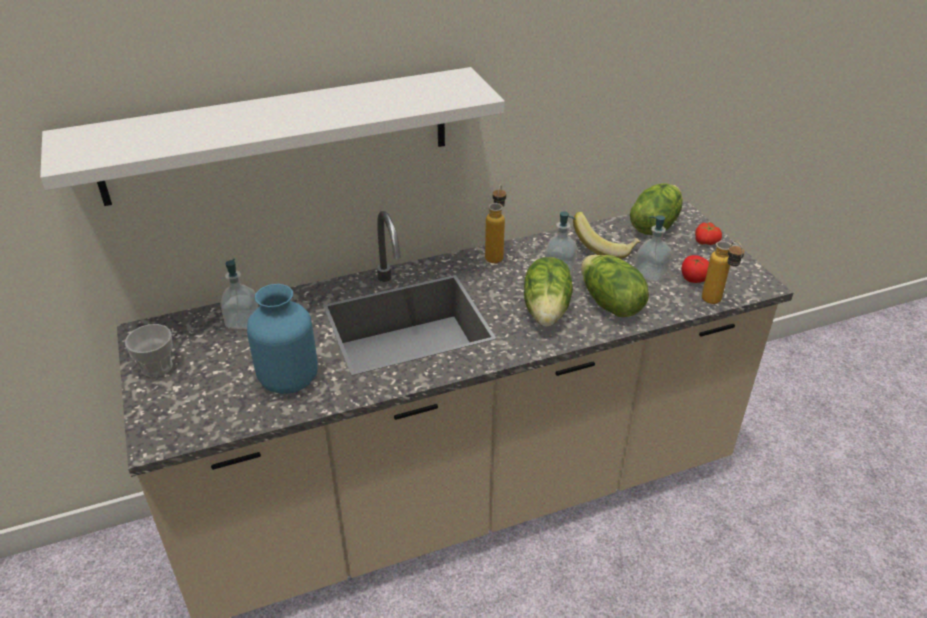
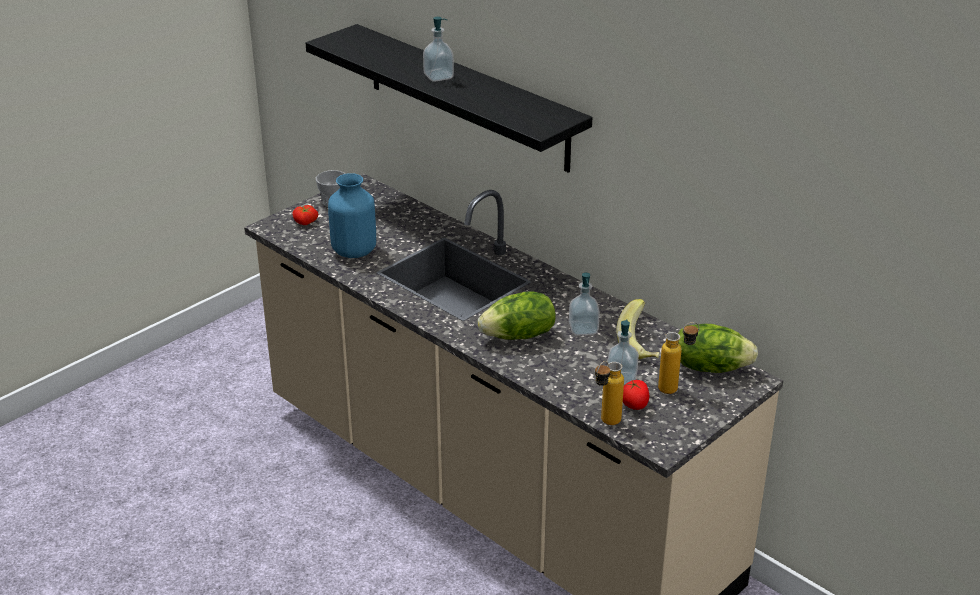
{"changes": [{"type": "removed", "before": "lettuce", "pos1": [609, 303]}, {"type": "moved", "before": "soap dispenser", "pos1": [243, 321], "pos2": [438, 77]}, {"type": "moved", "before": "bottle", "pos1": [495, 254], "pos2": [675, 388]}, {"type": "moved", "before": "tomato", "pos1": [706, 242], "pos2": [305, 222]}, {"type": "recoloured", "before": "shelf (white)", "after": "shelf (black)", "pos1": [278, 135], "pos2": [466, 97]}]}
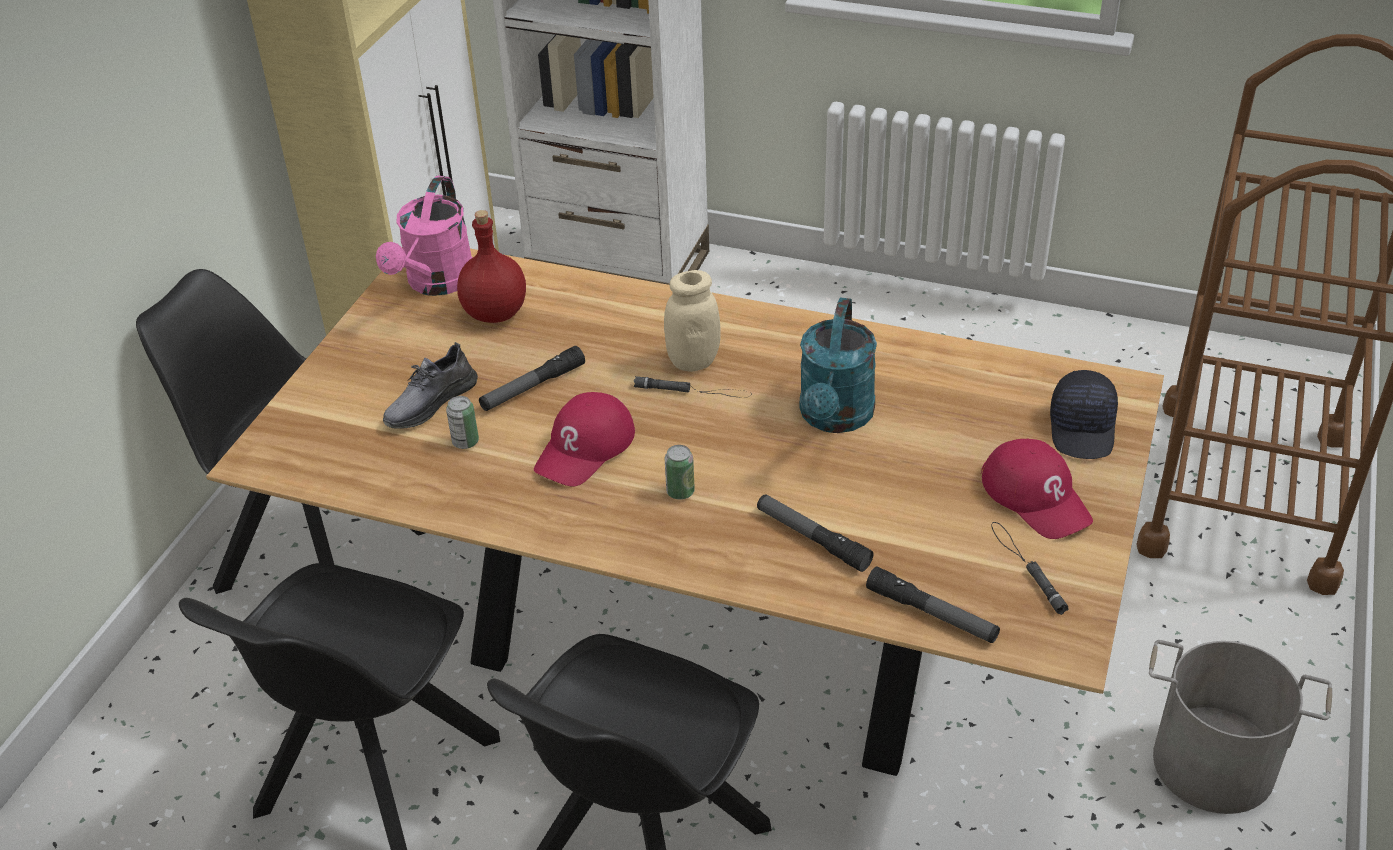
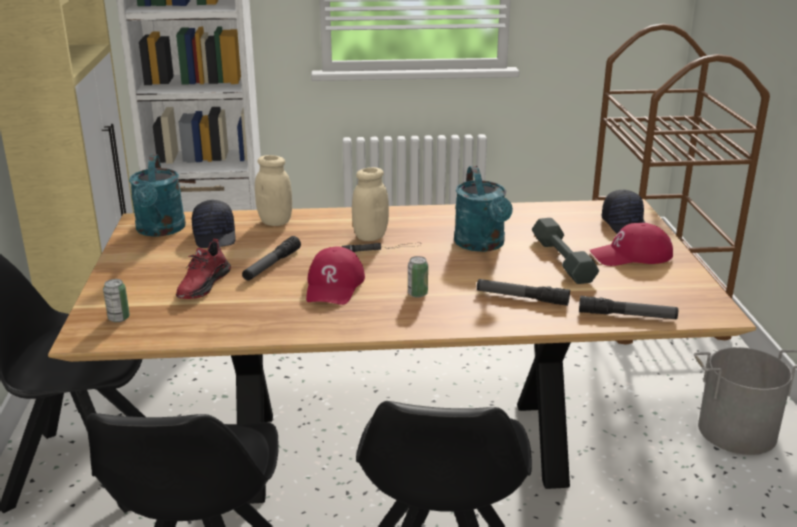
{"changes": [{"type": "removed", "before": "flashlight (black)", "pos1": [1026, 567]}, {"type": "added", "after": "jar (beige)", "pos2": [275, 222]}, {"type": "added", "after": "dumbbell (grey)", "pos2": [562, 260]}, {"type": "moved", "before": "can", "pos1": [465, 442], "pos2": [119, 318]}, {"type": "replaced", "before": "bottle (red)", "after": "cap (black)", "pos1": [496, 312], "pos2": [215, 236]}, {"type": "recoloured", "before": "watering can (pink)", "after": "watering can (turquoise)", "pos1": [436, 284], "pos2": [160, 230]}, {"type": "recoloured", "before": "shoe (grey)", "after": "shoe (red)", "pos1": [430, 403], "pos2": [203, 285]}, {"type": "turned", "before": "cap (red)", "pos1": [1036, 496], "pos2": [631, 256], "turn": 135}]}
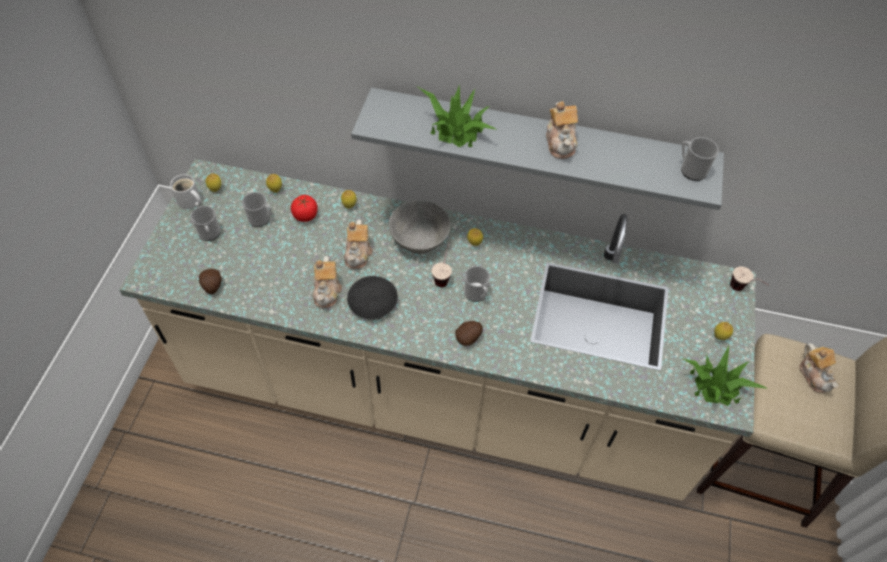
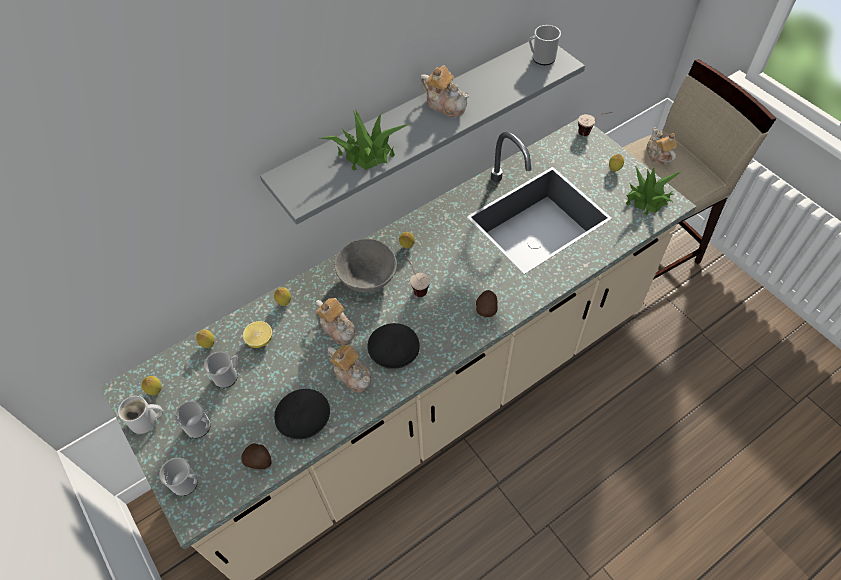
{"changes": [{"type": "added", "after": "plate (black)", "pos2": [302, 417]}, {"type": "moved", "before": "mug", "pos1": [477, 294], "pos2": [188, 483]}, {"type": "replaced", "before": "tomato", "after": "lemon", "pos1": [305, 215], "pos2": [260, 340]}, {"type": "turned", "before": "teapot", "pos1": [814, 375], "pos2": [658, 155], "turn": -135}]}
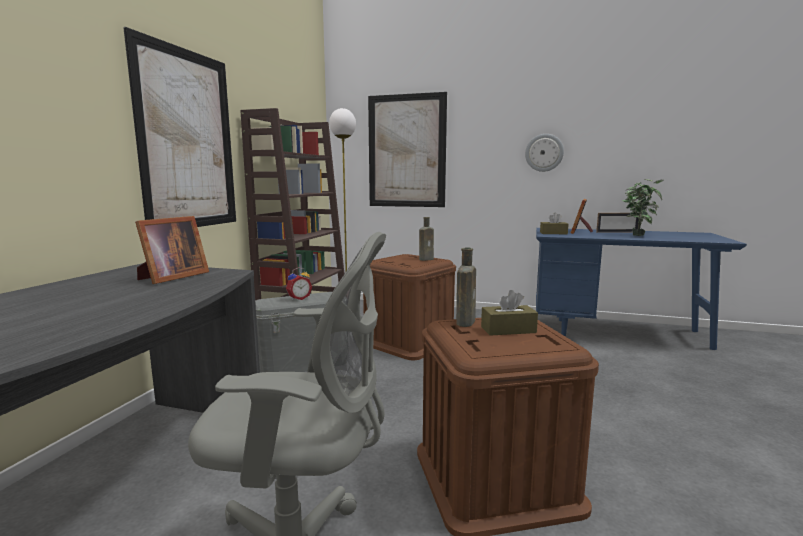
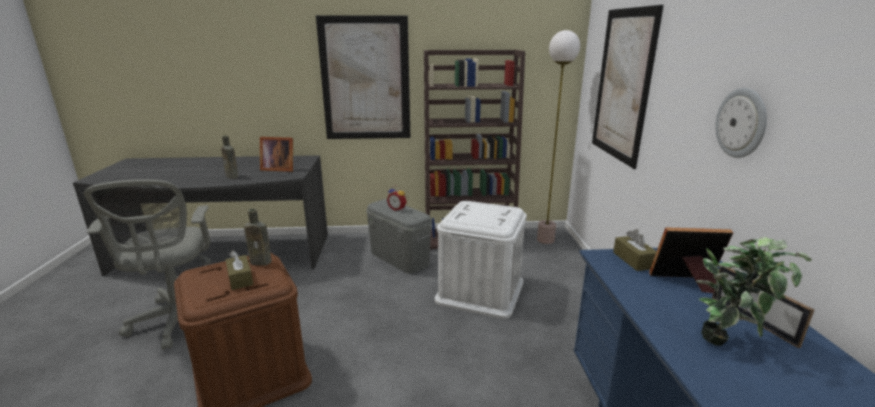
{"changes": [{"type": "moved", "before": "bottle (brown)", "pos1": [427, 259], "pos2": [232, 177]}, {"type": "recoloured", "before": "storage box (brown)", "after": "storage box (white)", "pos1": [408, 341], "pos2": [480, 291]}]}
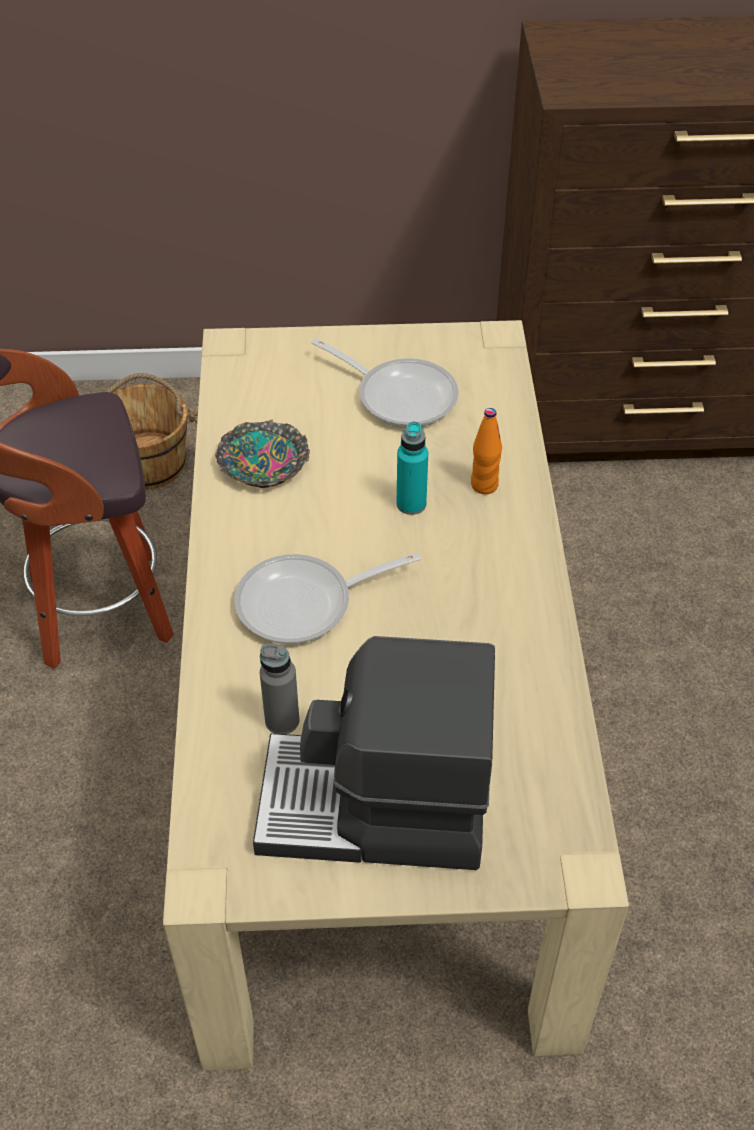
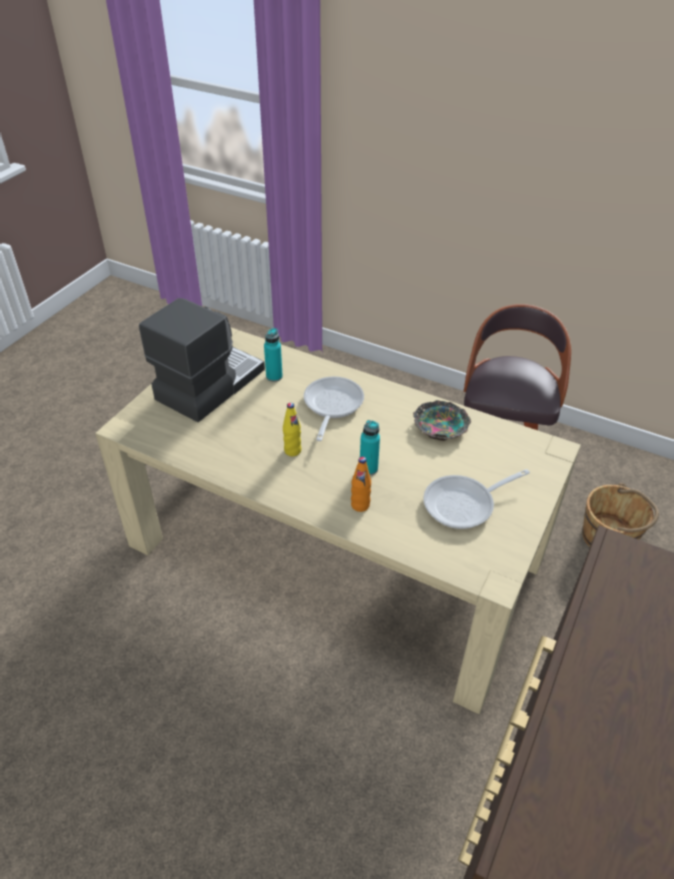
{"changes": [{"type": "added", "after": "bottle (yellow)", "pos2": [292, 451]}, {"type": "recoloured", "before": "bottle (grey)", "after": "bottle (turquoise)", "pos1": [282, 720], "pos2": [274, 376]}]}
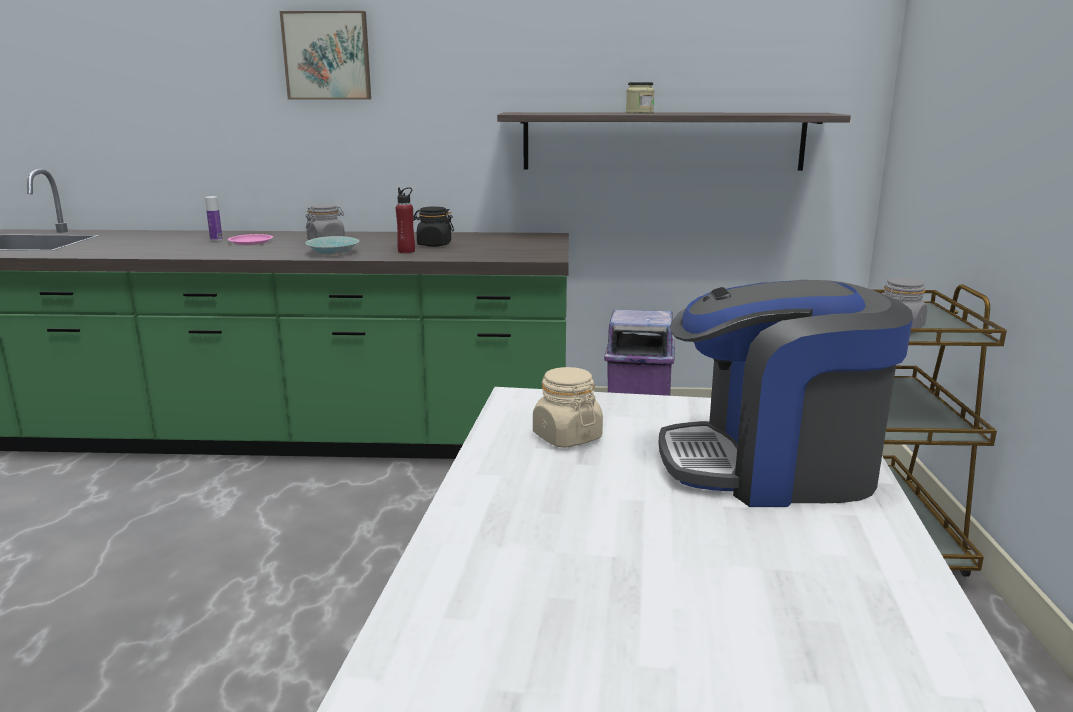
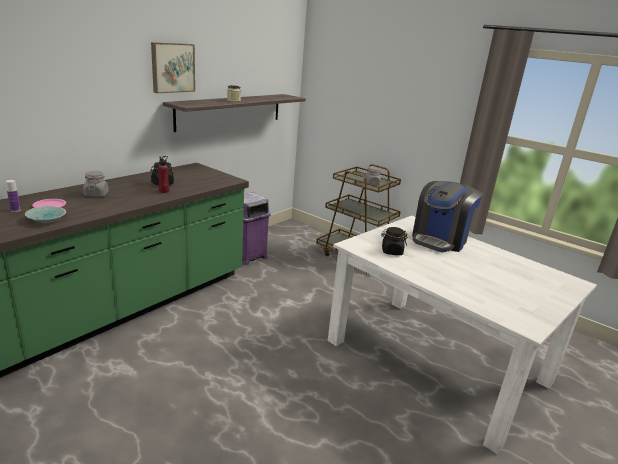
{"changes": [{"type": "moved", "before": "picture", "pos1": [327, 56], "pos2": [172, 67]}, {"type": "moved", "before": "bowl (turquoise)", "pos1": [335, 253], "pos2": [48, 219]}, {"type": "recoloured", "before": "jar (beige)", "after": "jar (black)", "pos1": [566, 437], "pos2": [391, 251]}]}
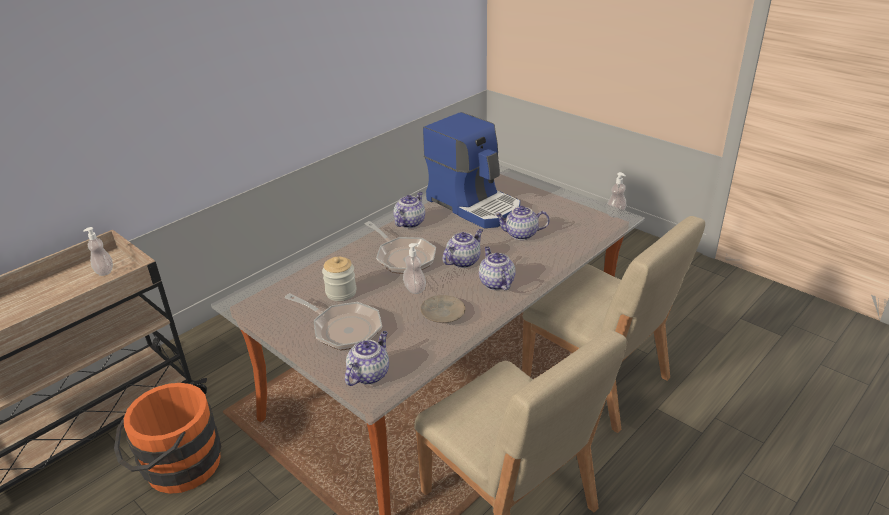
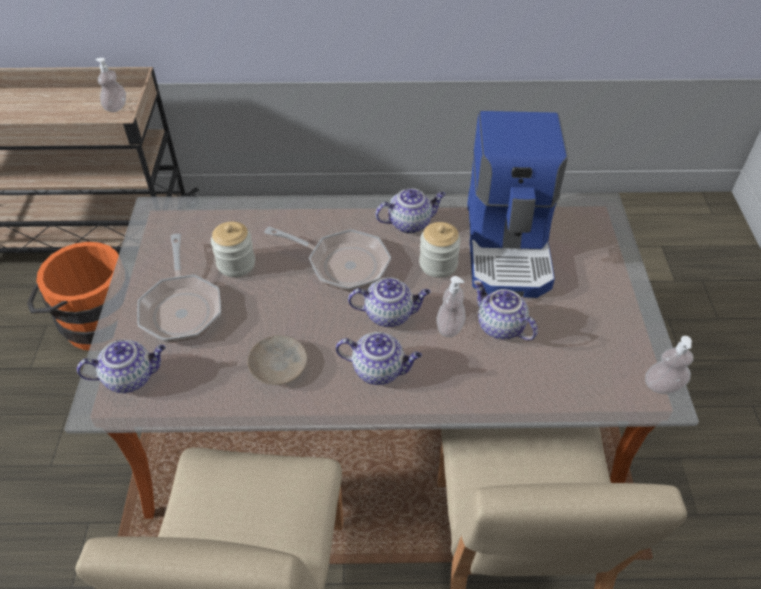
{"changes": [{"type": "added", "after": "jar", "pos2": [438, 264]}, {"type": "moved", "before": "soap dispenser", "pos1": [414, 289], "pos2": [450, 327]}, {"type": "turned", "before": "frying pan", "pos1": [403, 257], "pos2": [342, 264], "turn": -75}, {"type": "turned", "before": "teapot", "pos1": [496, 283], "pos2": [379, 370], "turn": 75}]}
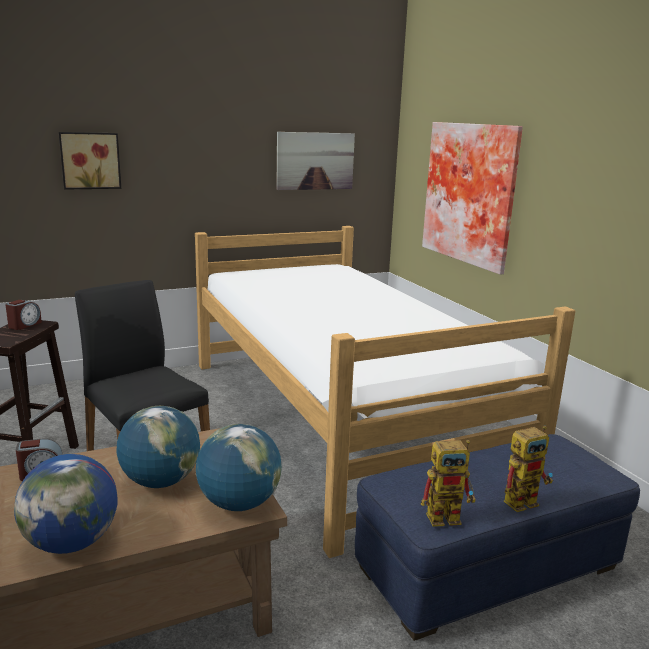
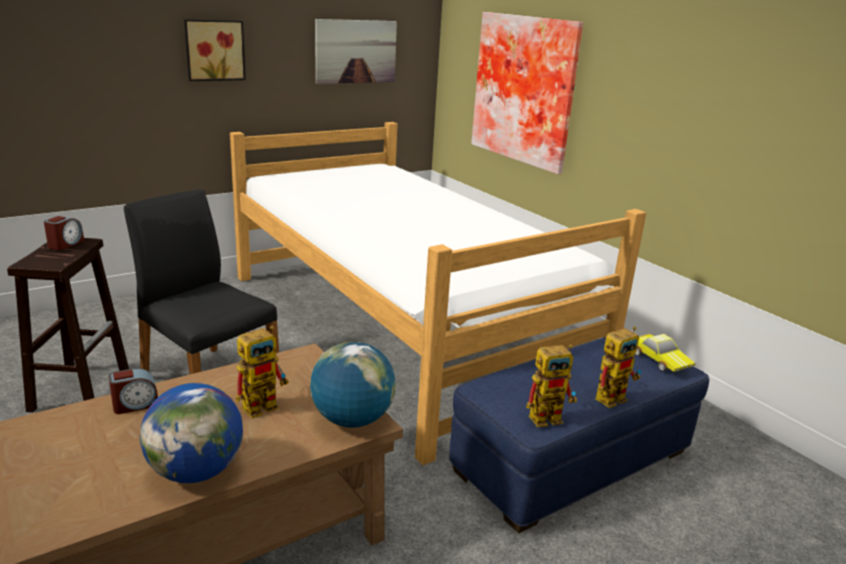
{"changes": [{"type": "added", "after": "toy car", "pos2": [660, 359]}, {"type": "moved", "before": "picture", "pos1": [90, 160], "pos2": [214, 50]}, {"type": "replaced", "before": "globe", "after": "toy robot", "pos1": [160, 482], "pos2": [265, 404]}]}
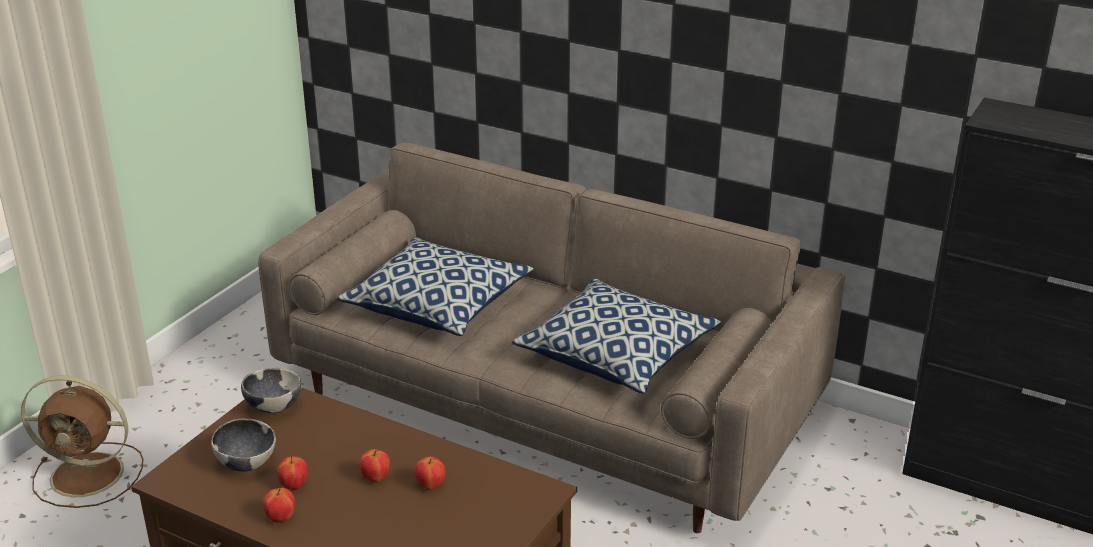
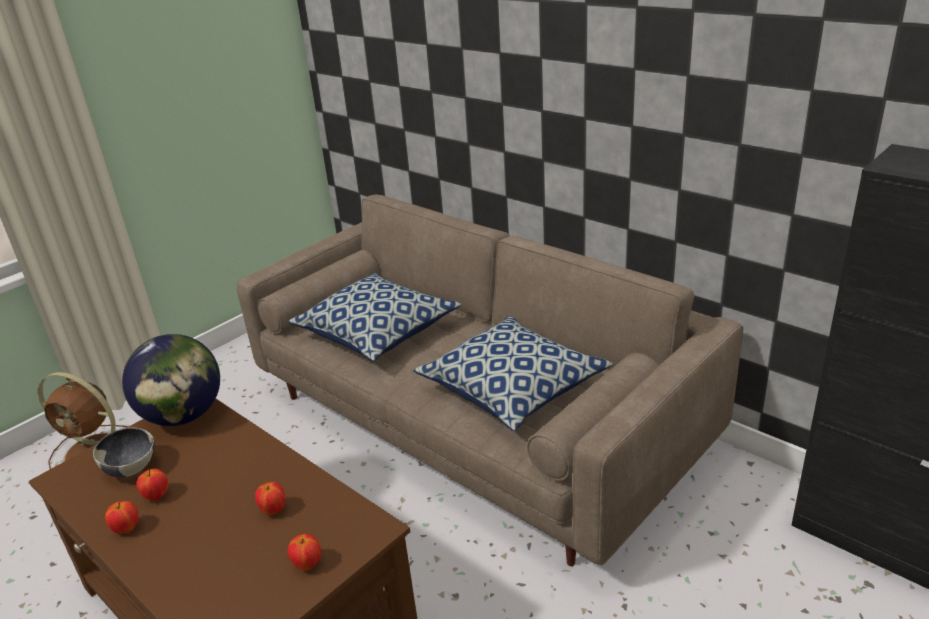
{"changes": [{"type": "moved", "before": "apple", "pos1": [376, 478], "pos2": [307, 564]}, {"type": "replaced", "before": "bowl", "after": "globe", "pos1": [273, 407], "pos2": [183, 416]}]}
